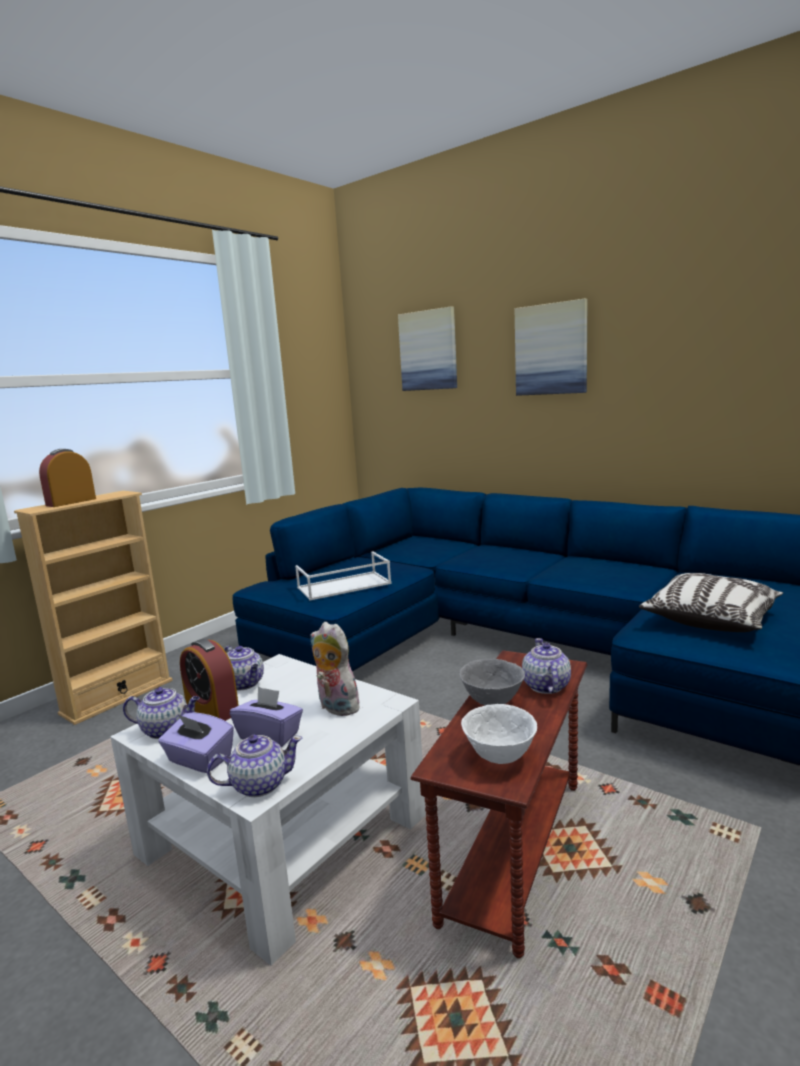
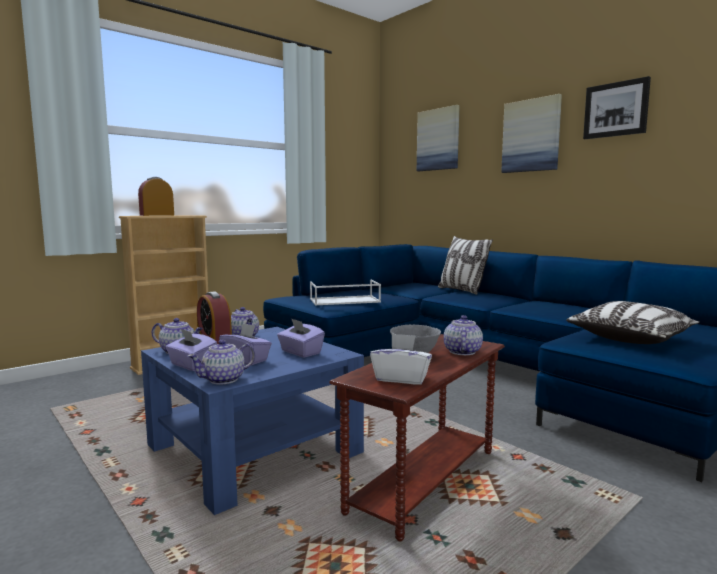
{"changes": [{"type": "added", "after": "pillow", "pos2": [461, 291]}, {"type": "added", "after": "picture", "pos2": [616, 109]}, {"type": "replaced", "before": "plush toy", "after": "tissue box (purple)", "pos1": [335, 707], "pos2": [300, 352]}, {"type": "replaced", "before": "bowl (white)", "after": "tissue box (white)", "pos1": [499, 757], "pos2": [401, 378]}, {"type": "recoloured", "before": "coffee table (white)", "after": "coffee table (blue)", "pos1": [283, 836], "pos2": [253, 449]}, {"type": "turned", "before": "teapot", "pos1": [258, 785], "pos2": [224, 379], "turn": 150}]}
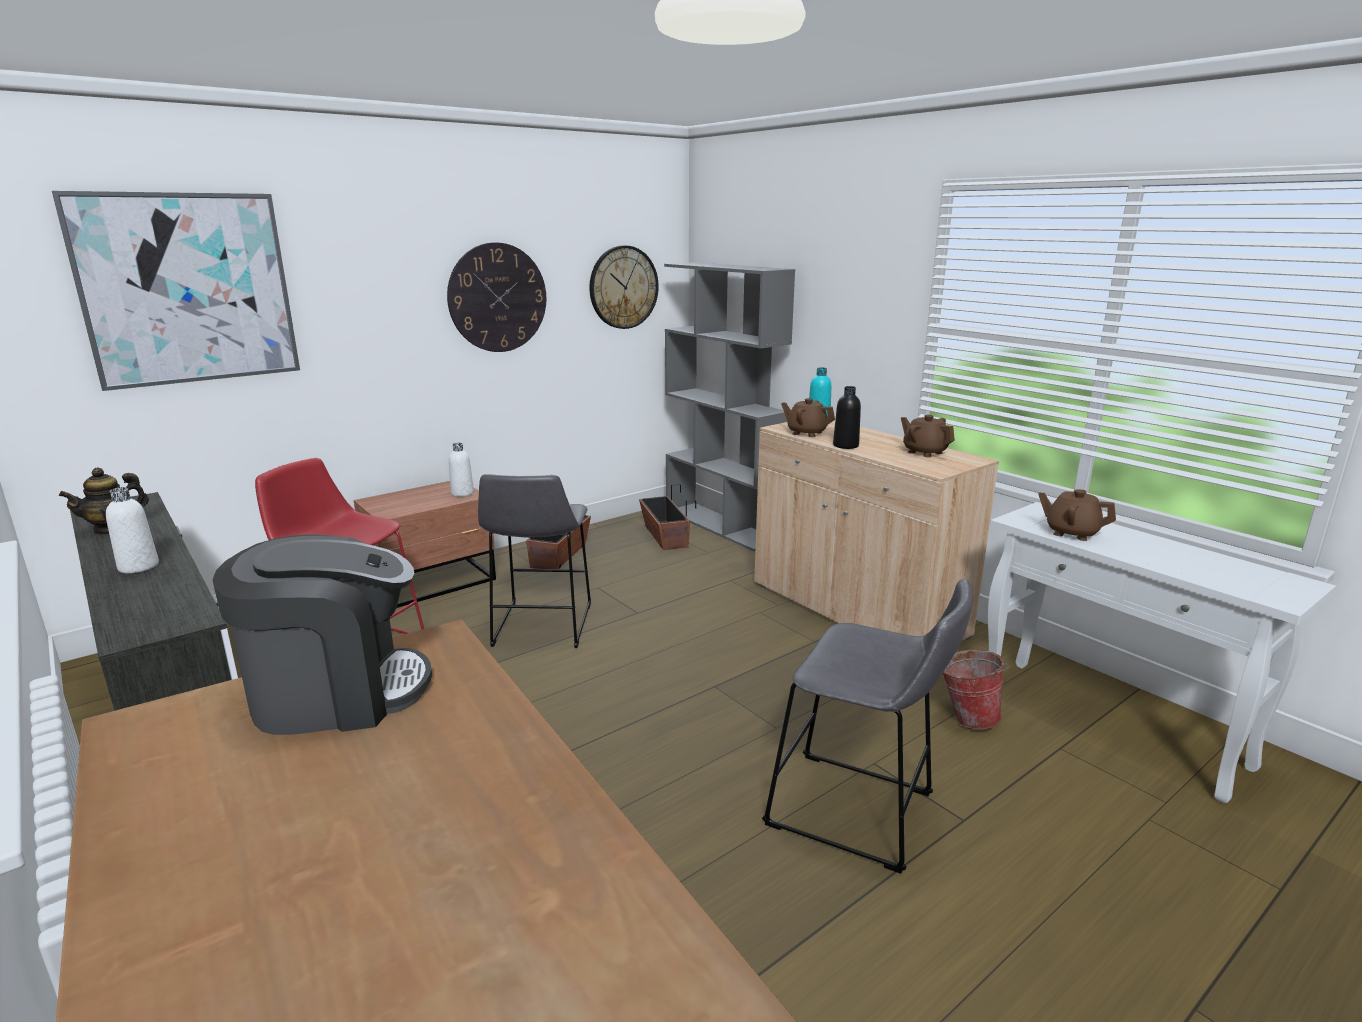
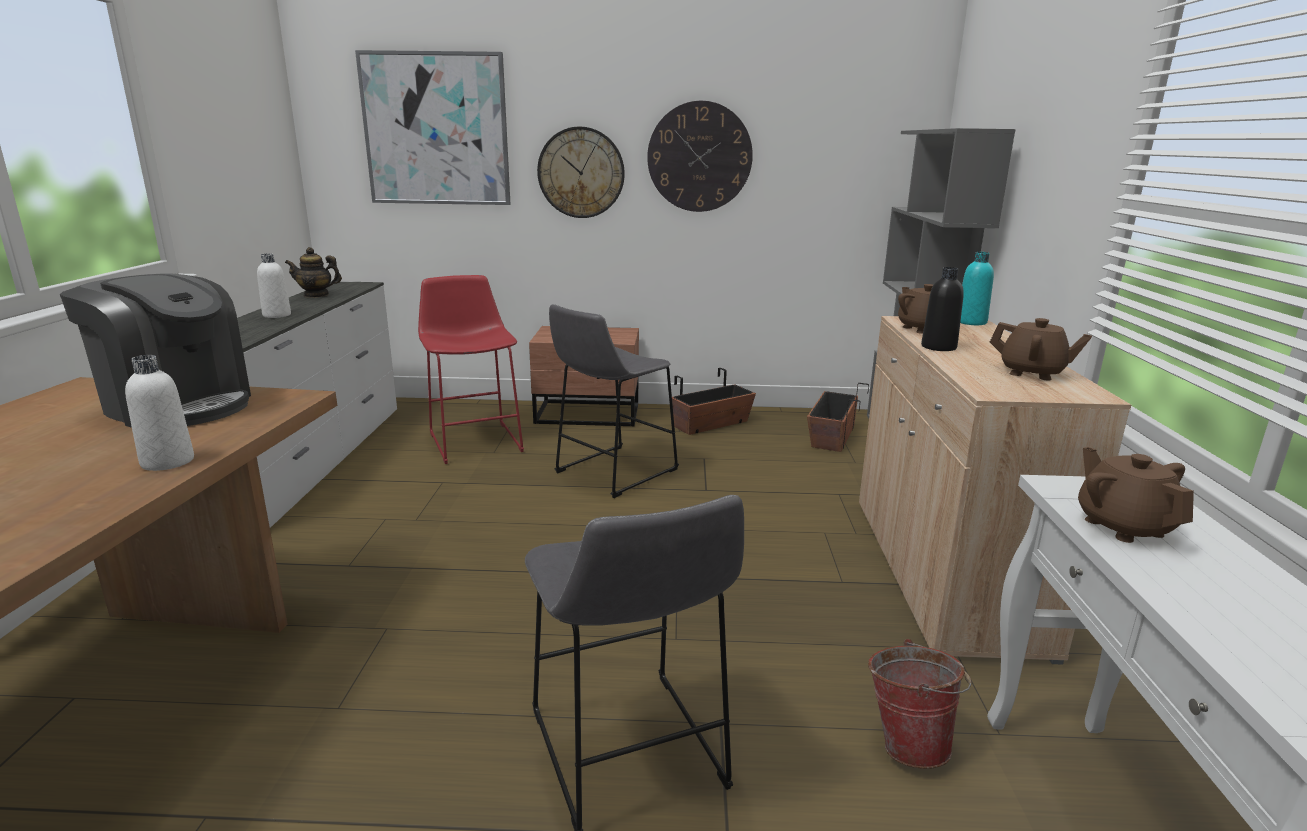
{"changes": [{"type": "moved", "before": "bottle (white)", "pos1": [462, 493], "pos2": [167, 462]}, {"type": "moved", "before": "wall clock", "pos1": [623, 287], "pos2": [581, 173]}, {"type": "turned", "before": "teapot (brown)", "pos1": [924, 452], "pos2": [1032, 373], "turn": 120}]}
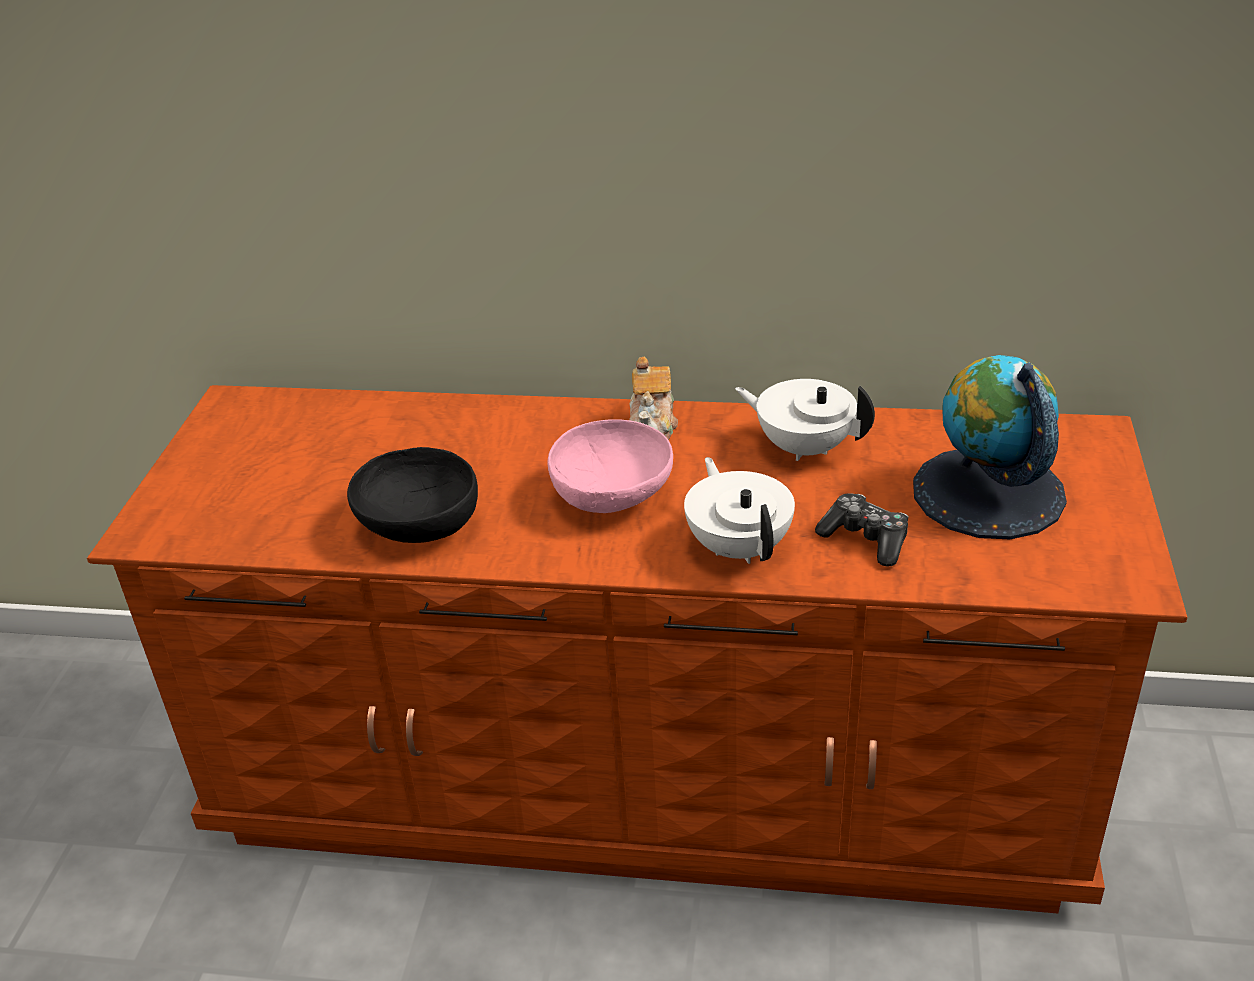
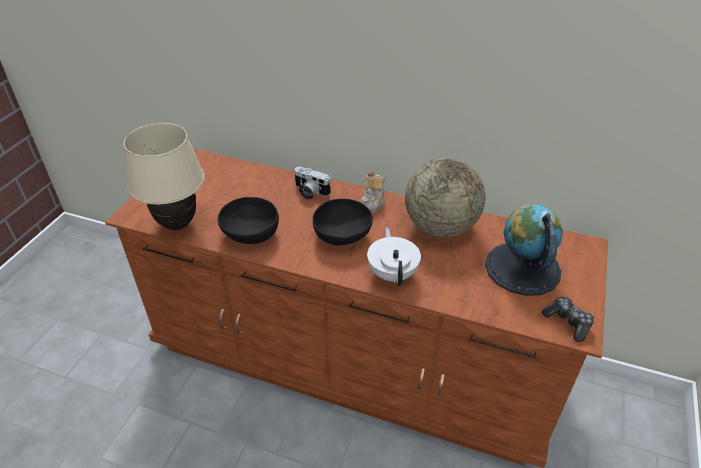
{"changes": [{"type": "added", "after": "table lamp (beige)", "pos2": [178, 224]}, {"type": "added", "after": "photo camera", "pos2": [310, 192]}, {"type": "moved", "before": "game controller", "pos1": [865, 539], "pos2": [568, 322]}, {"type": "replaced", "before": "teapot (white)", "after": "globe", "pos1": [804, 447], "pos2": [440, 227]}, {"type": "recoloured", "before": "bowl (pink)", "after": "bowl (black)", "pos1": [613, 497], "pos2": [342, 236]}]}
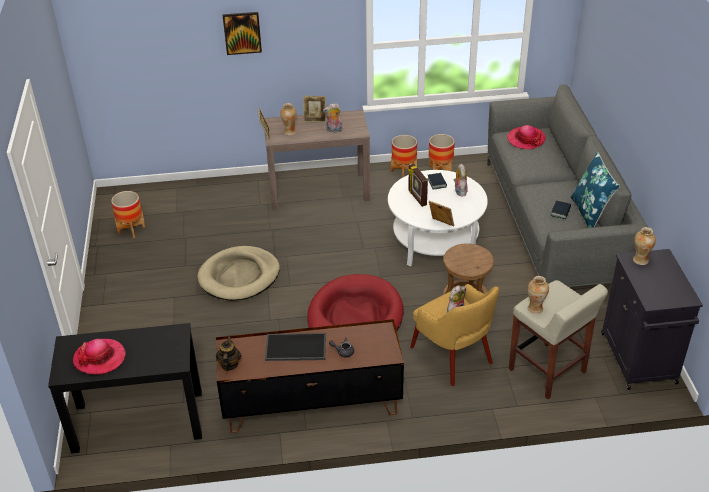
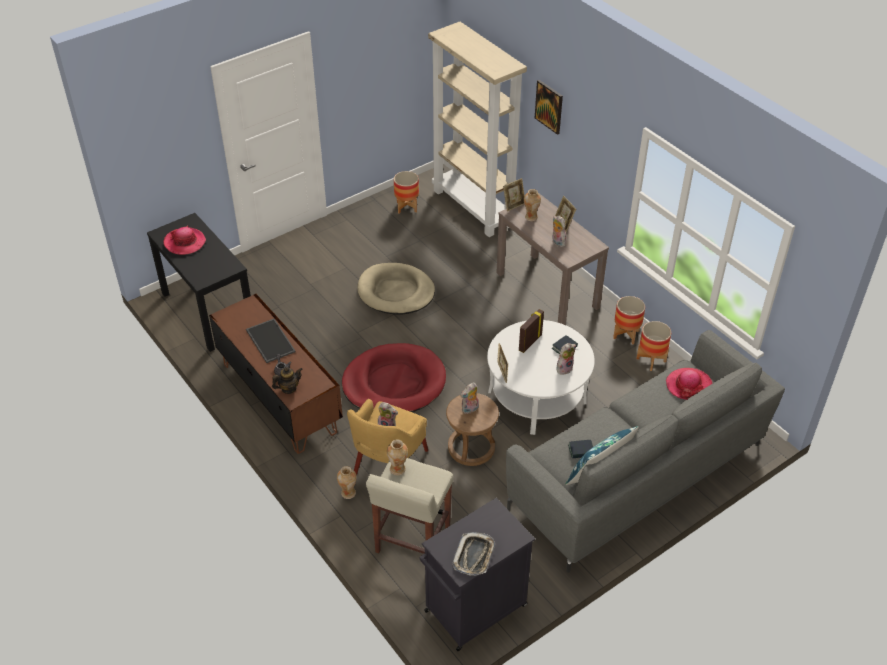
{"changes": [{"type": "added", "after": "bookcase (beige)", "pos2": [474, 208]}, {"type": "added", "after": "tray", "pos2": [474, 556]}, {"type": "added", "after": "plush toy", "pos2": [470, 409]}, {"type": "moved", "before": "teapot", "pos1": [229, 365], "pos2": [288, 388]}, {"type": "moved", "before": "vase", "pos1": [640, 260], "pos2": [348, 493]}]}
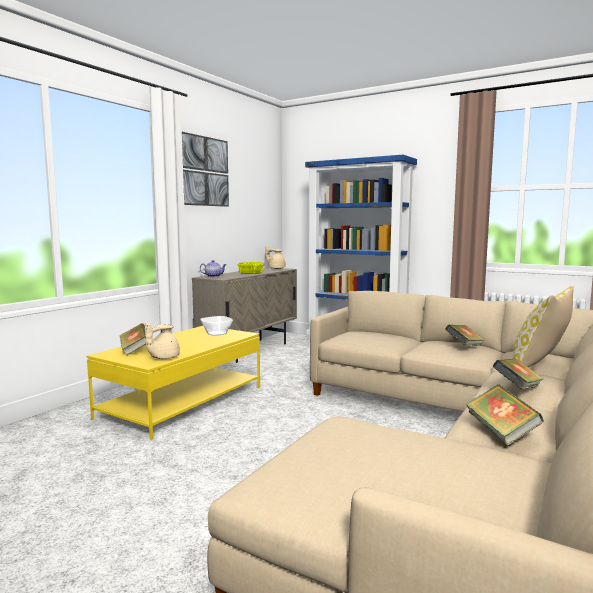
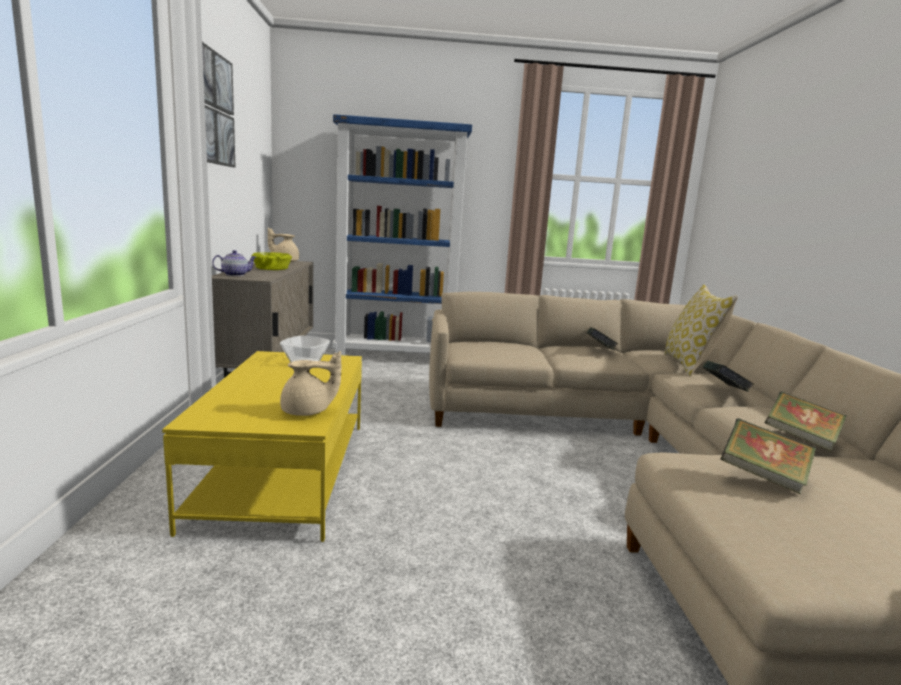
{"changes": [{"type": "moved", "before": "book", "pos1": [134, 350], "pos2": [763, 477]}, {"type": "turned", "before": "teapot (beige)", "pos1": [163, 357], "pos2": [307, 412], "turn": -105}]}
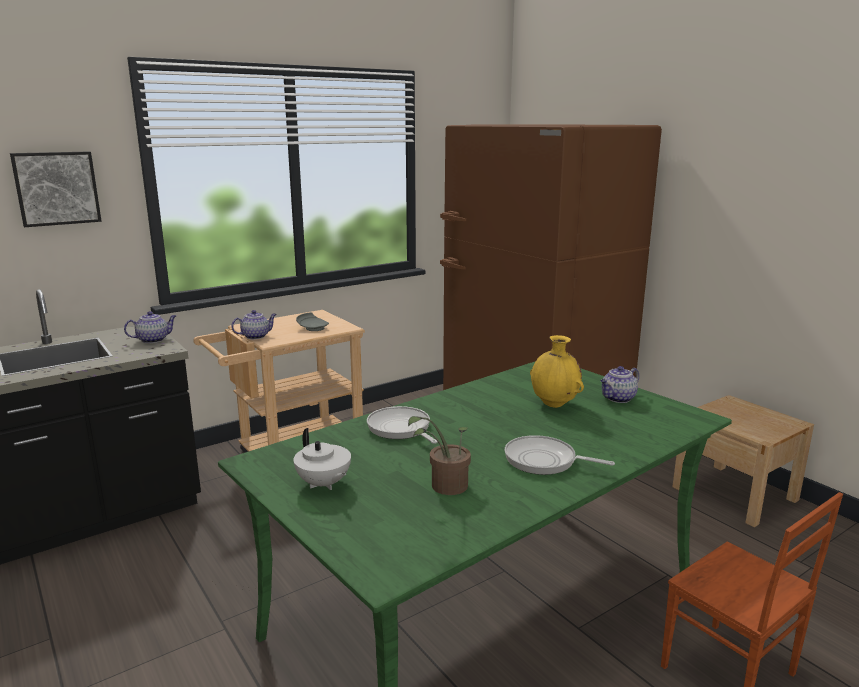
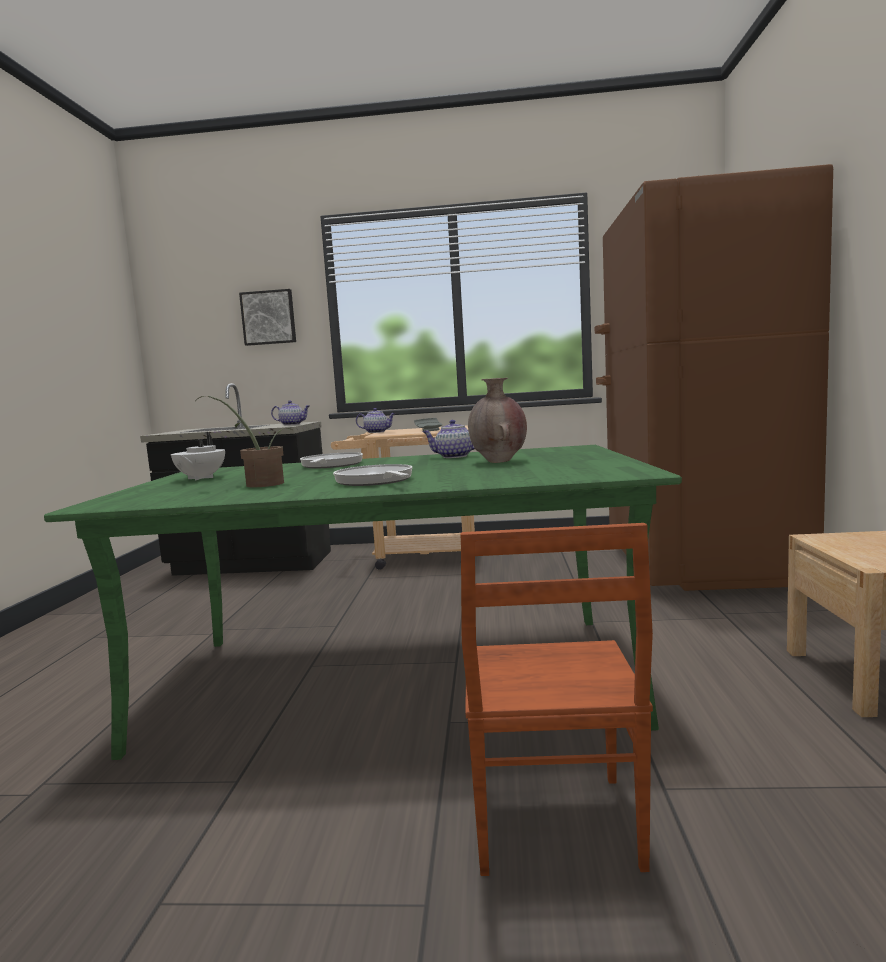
{"changes": [{"type": "moved", "before": "teapot", "pos1": [618, 398], "pos2": [453, 456]}, {"type": "recoloured", "before": "vase (yellow)", "after": "vase (brown)", "pos1": [554, 404], "pos2": [499, 461]}]}
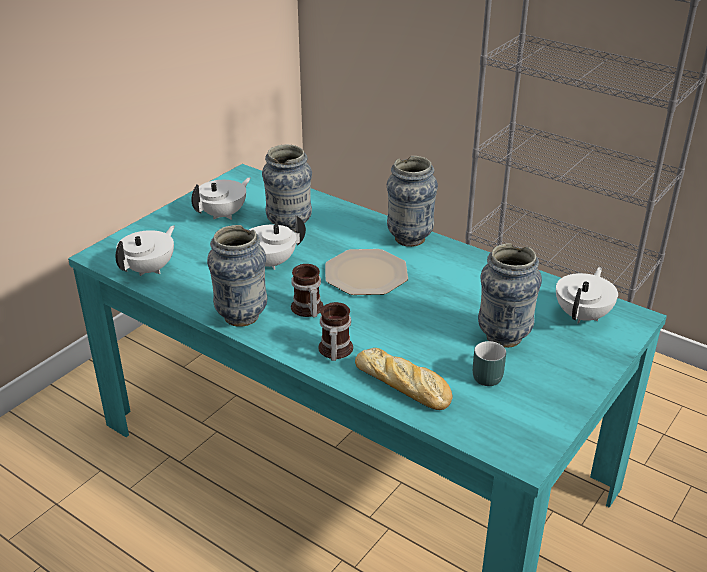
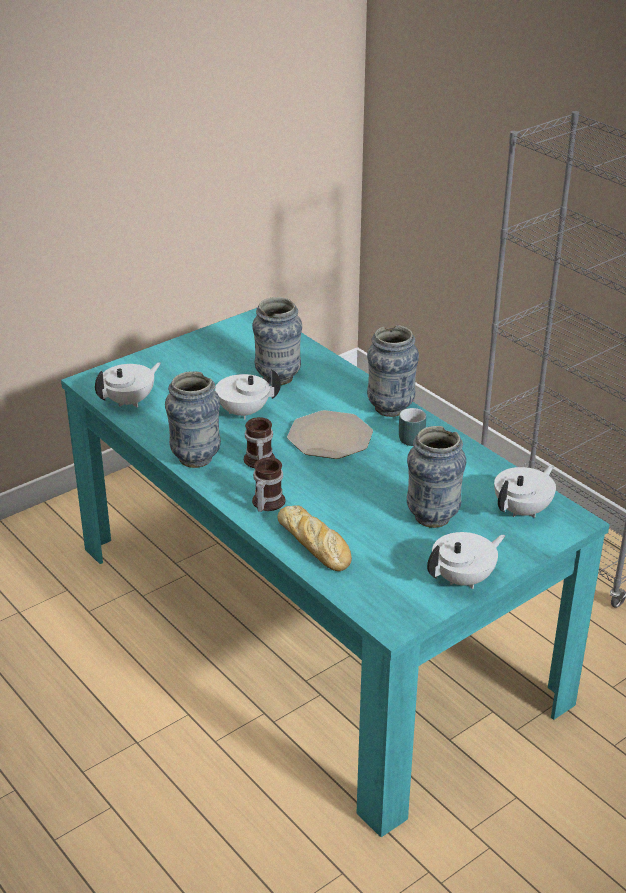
{"changes": [{"type": "moved", "before": "teapot (white)", "pos1": [223, 214], "pos2": [463, 579]}, {"type": "moved", "before": "mug (turquoise)", "pos1": [485, 374], "pos2": [411, 437]}]}
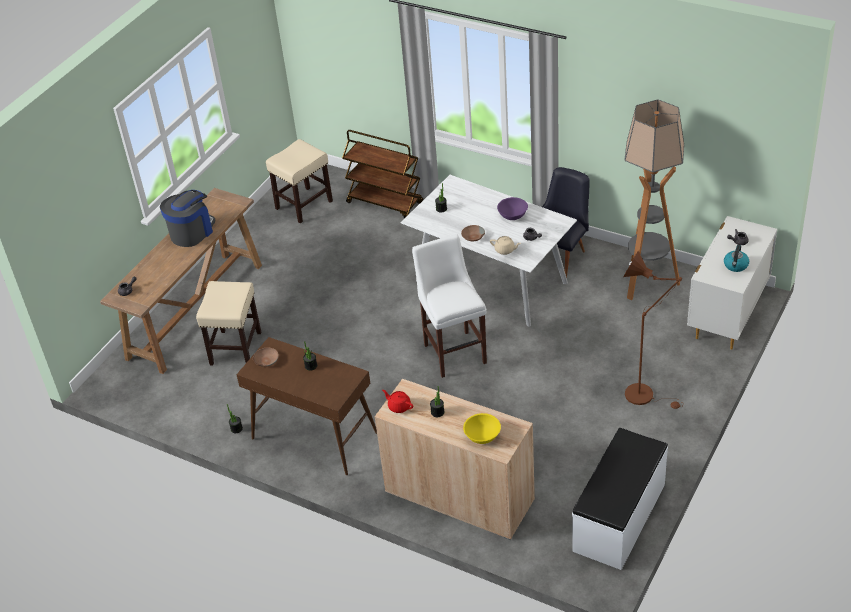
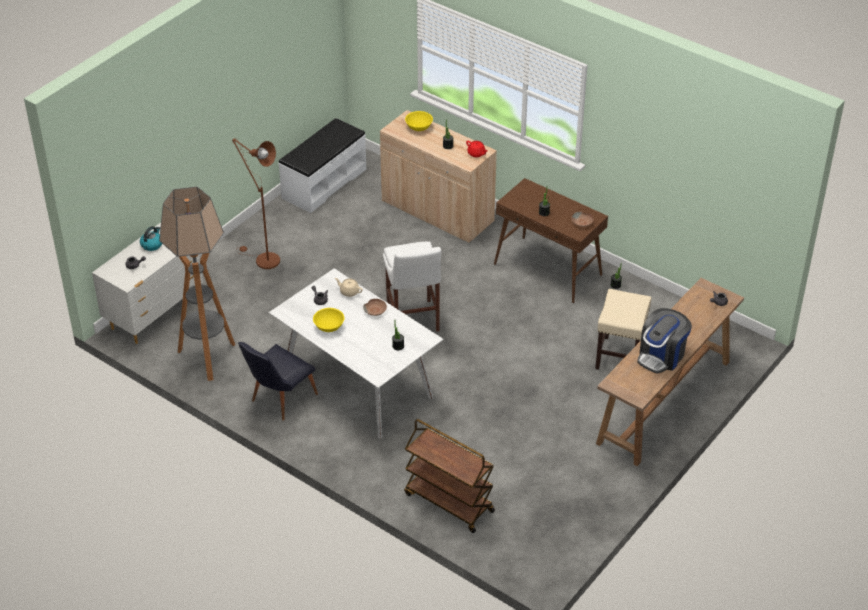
{"changes": [{"type": "removed", "before": "stool (beige)", "pos1": [304, 204]}, {"type": "recoloured", "before": "bowl (purple)", "after": "bowl (yellow)", "pos1": [512, 215], "pos2": [329, 326]}]}
